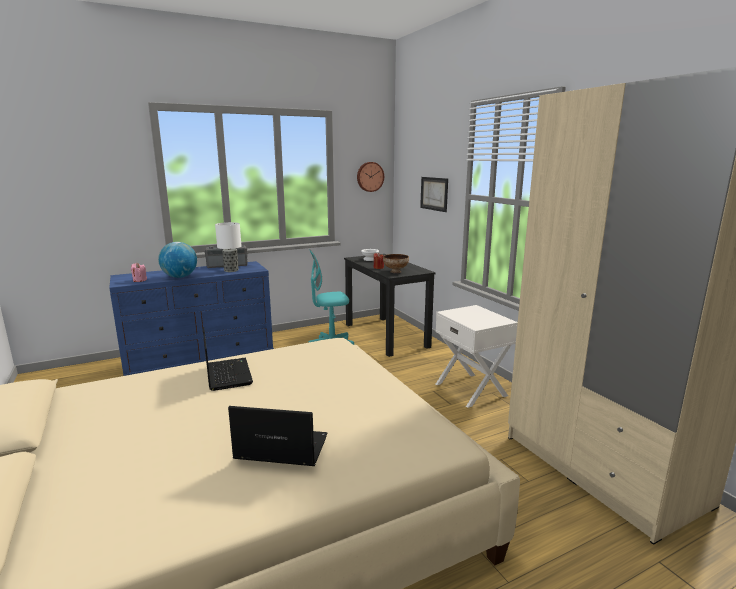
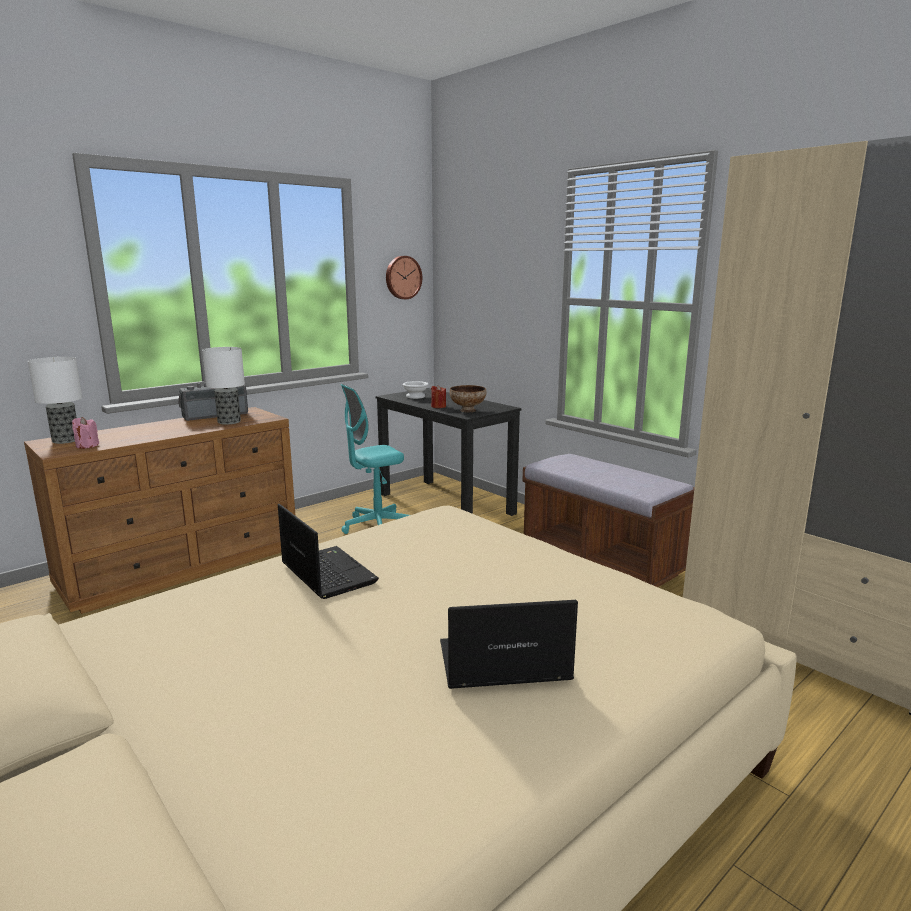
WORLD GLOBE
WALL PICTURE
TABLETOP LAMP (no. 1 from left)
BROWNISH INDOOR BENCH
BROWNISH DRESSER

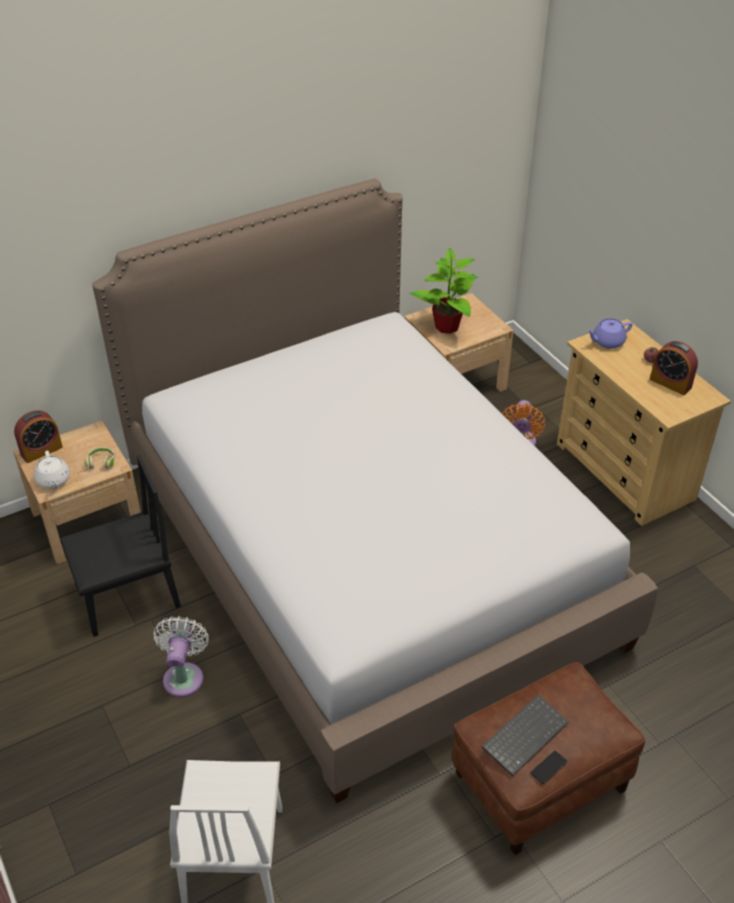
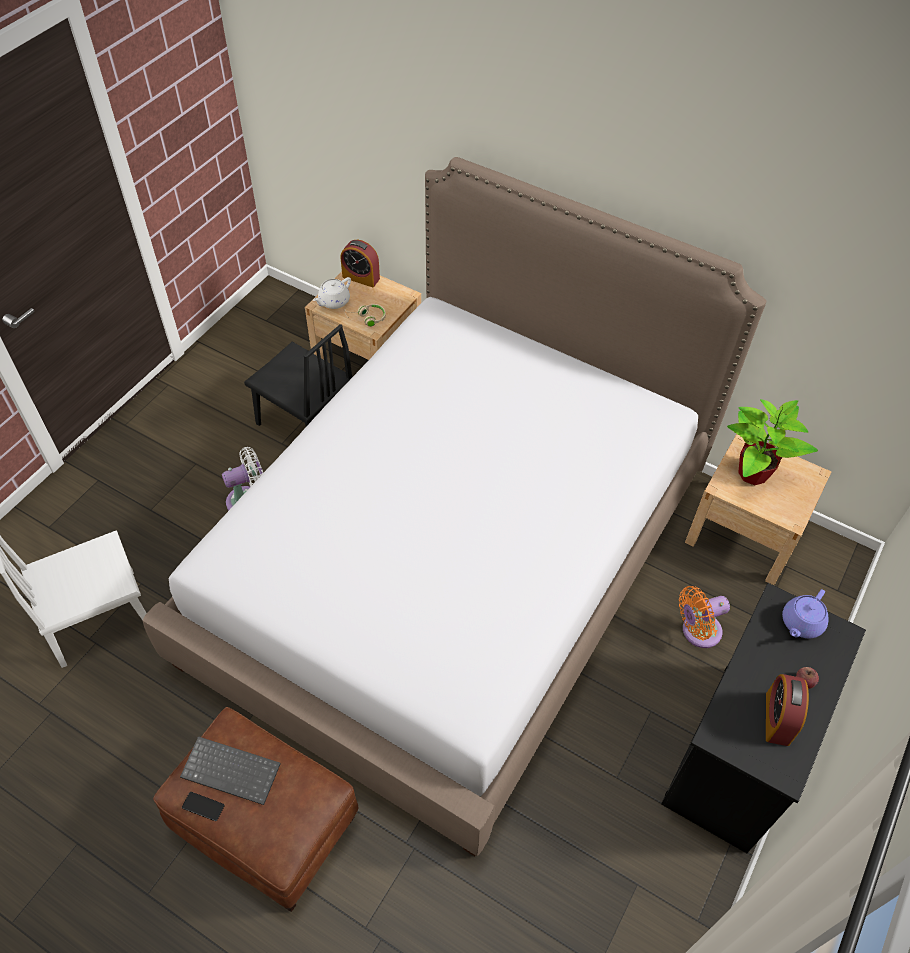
BLACKISH DRESSER
PURPLE POT FOR TEA

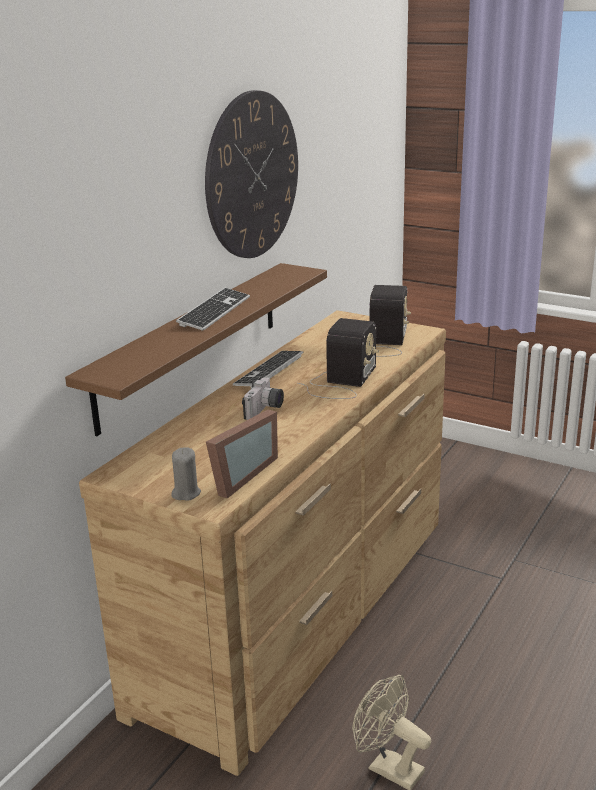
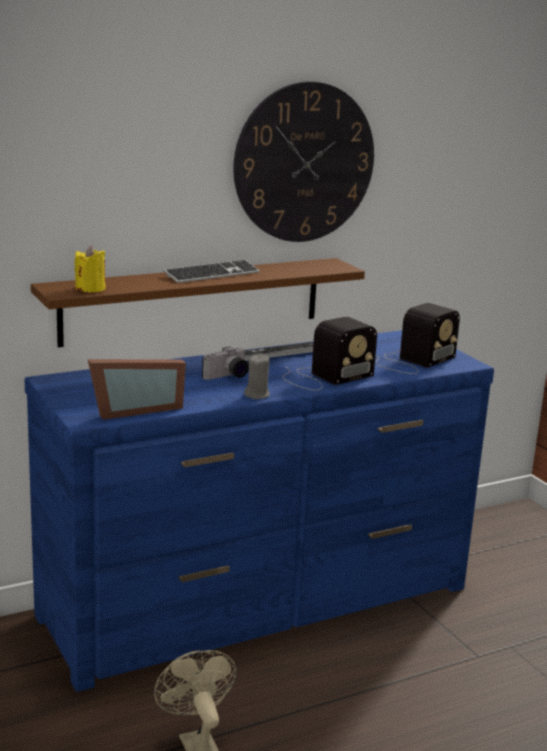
YELLOW CANDLE
GREYISH CANDLE
BLUE-COLOURED DRESSER

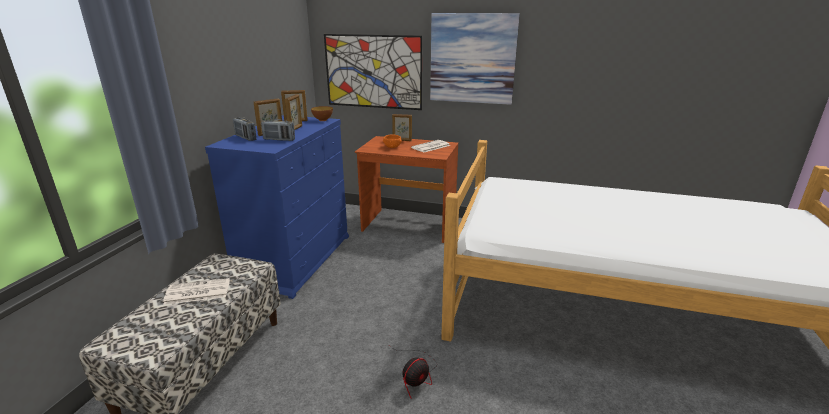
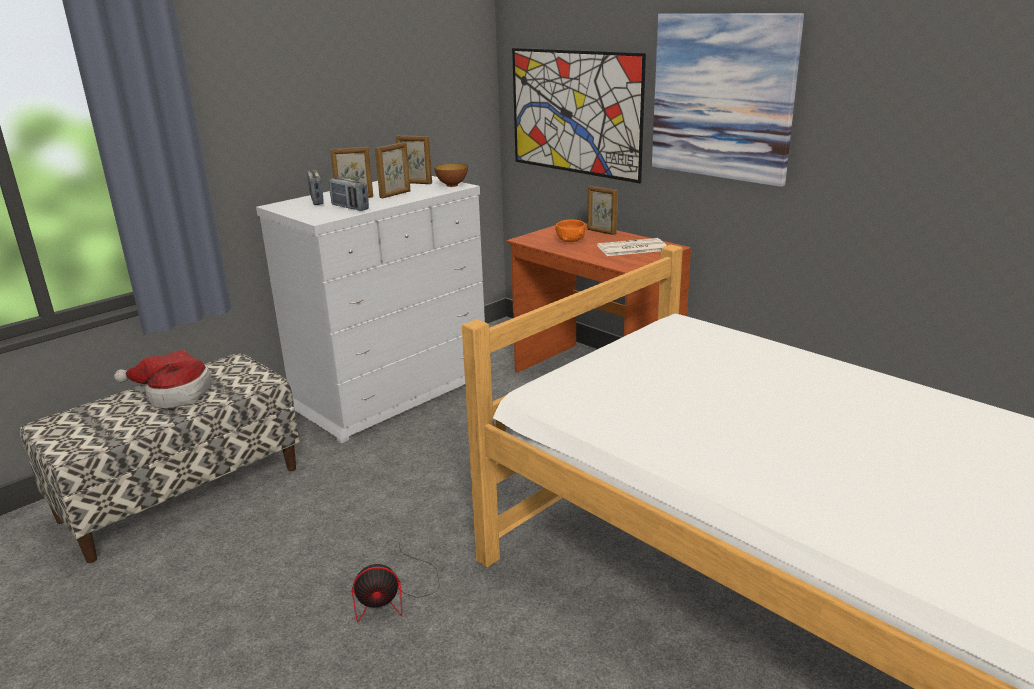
CLOTHING HAT
WHITE DRESSER

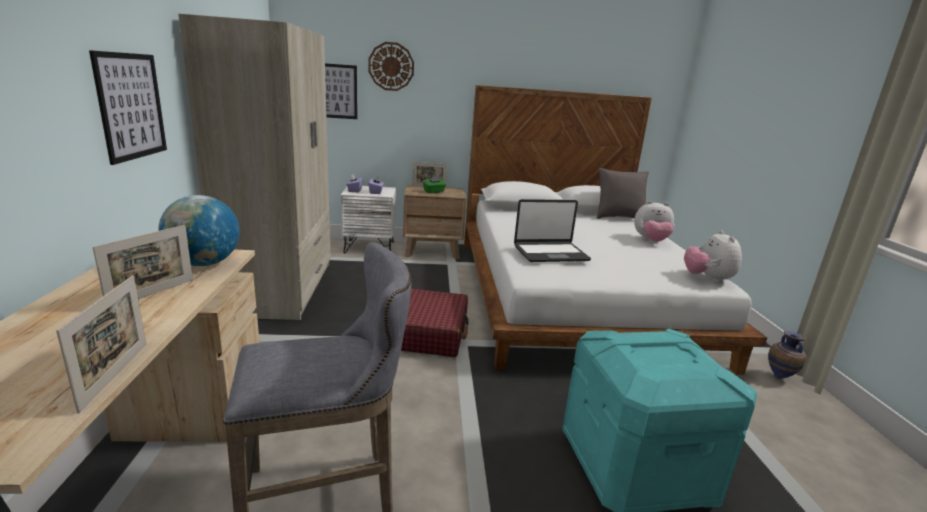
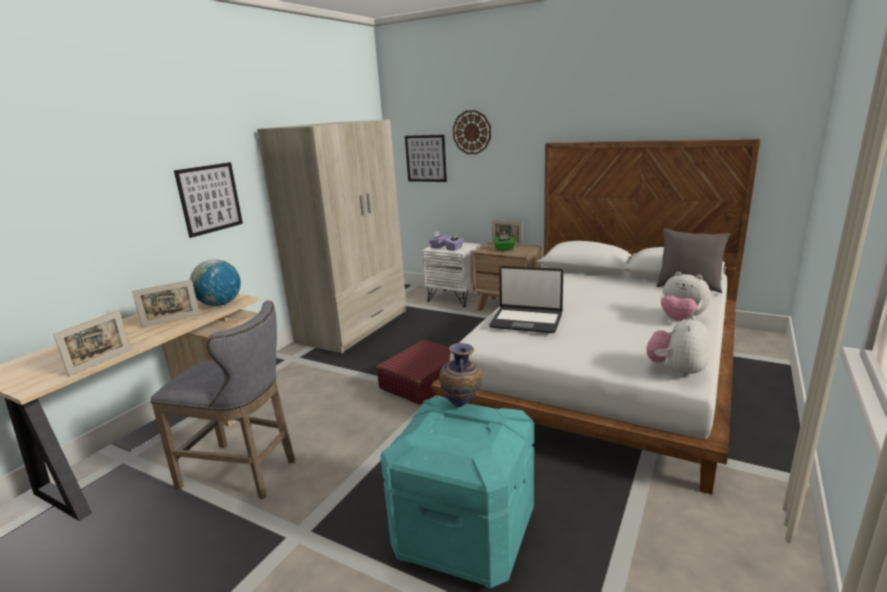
DECORATIVE VASE

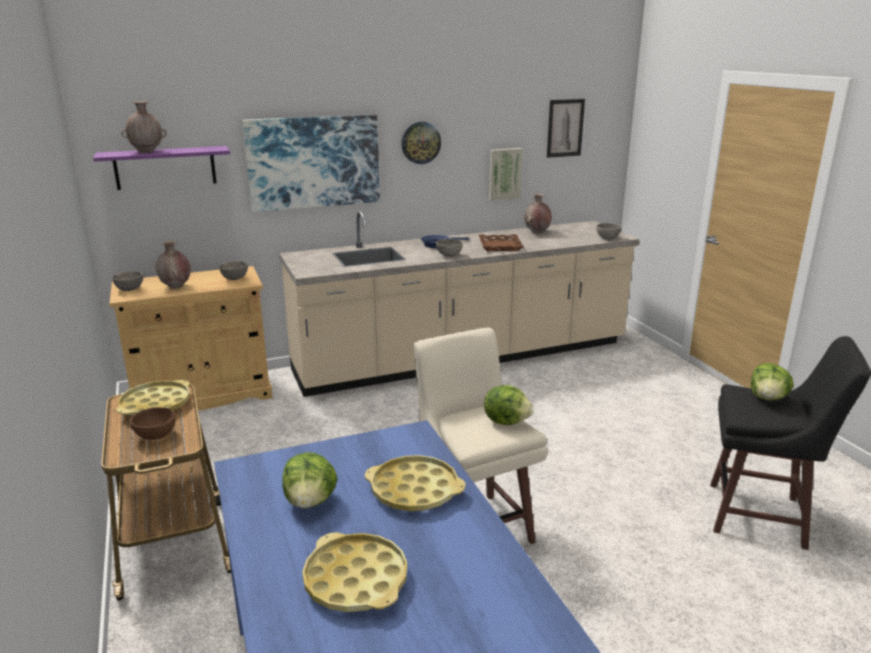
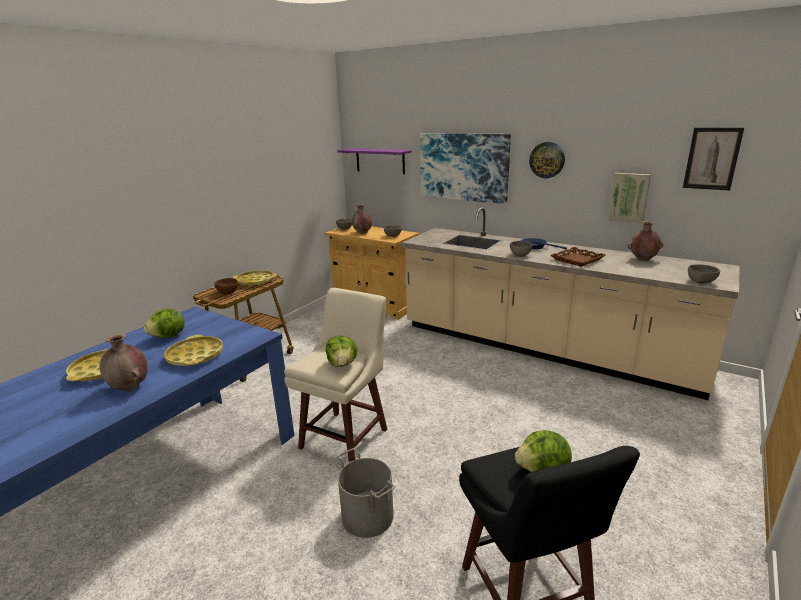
GREYISH WATER BUCKET
BROWNISH DECORATIVE VASE (no. 1 from left)

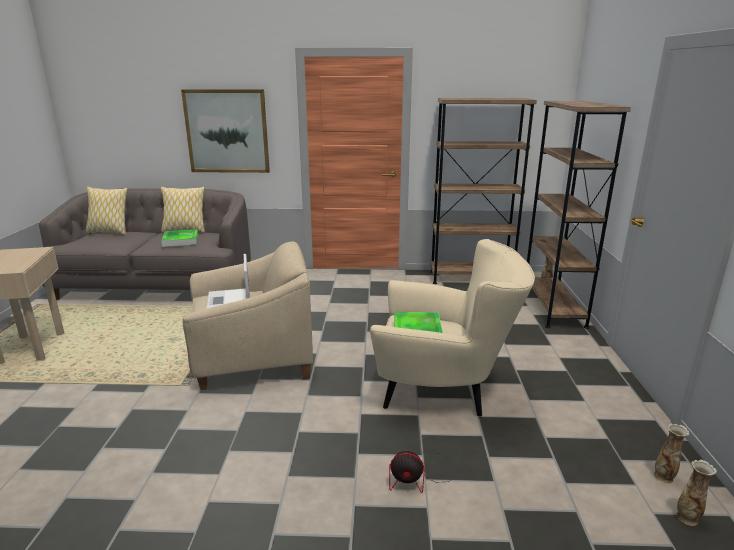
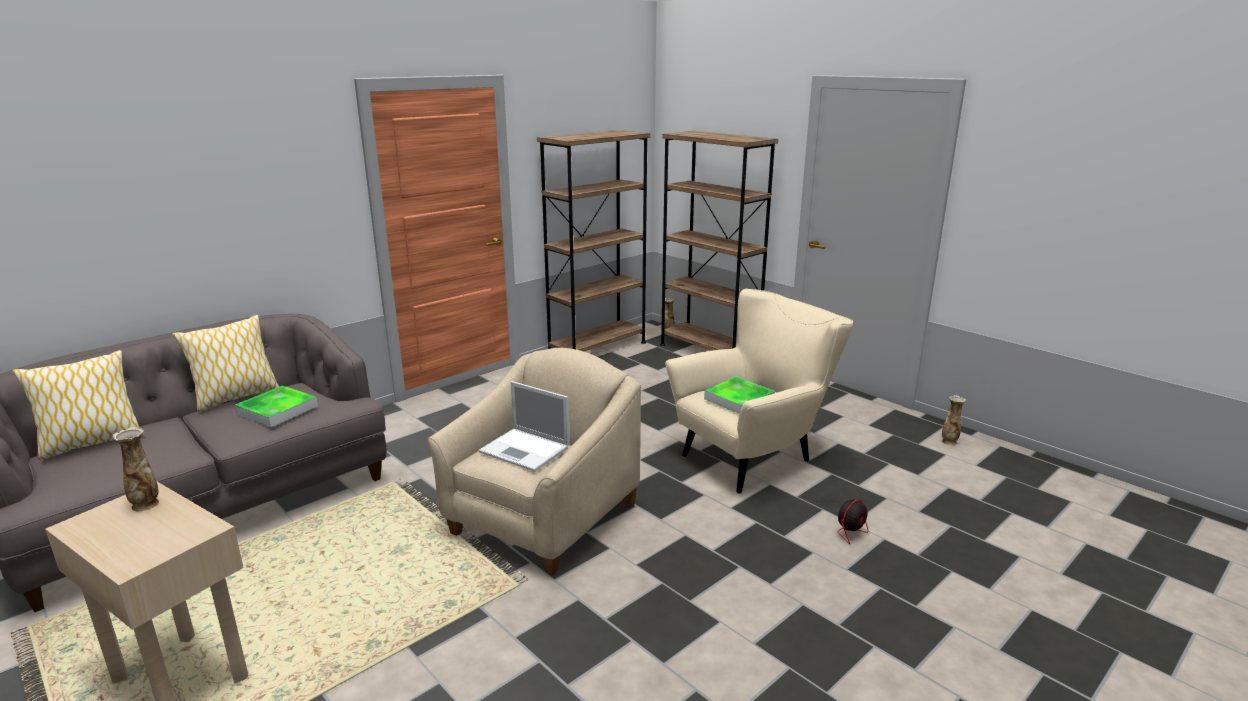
WALL PICTURE
DECORATIVE VASE (no. 1 from left)

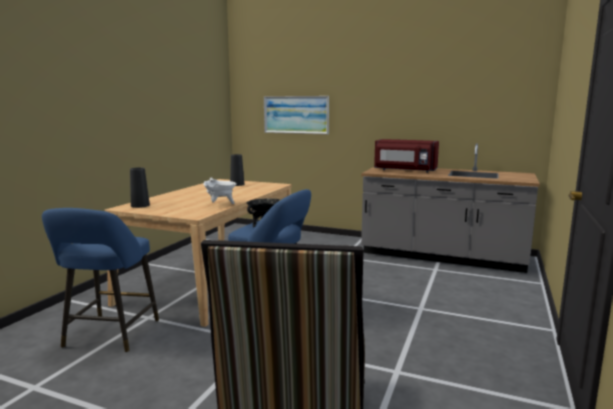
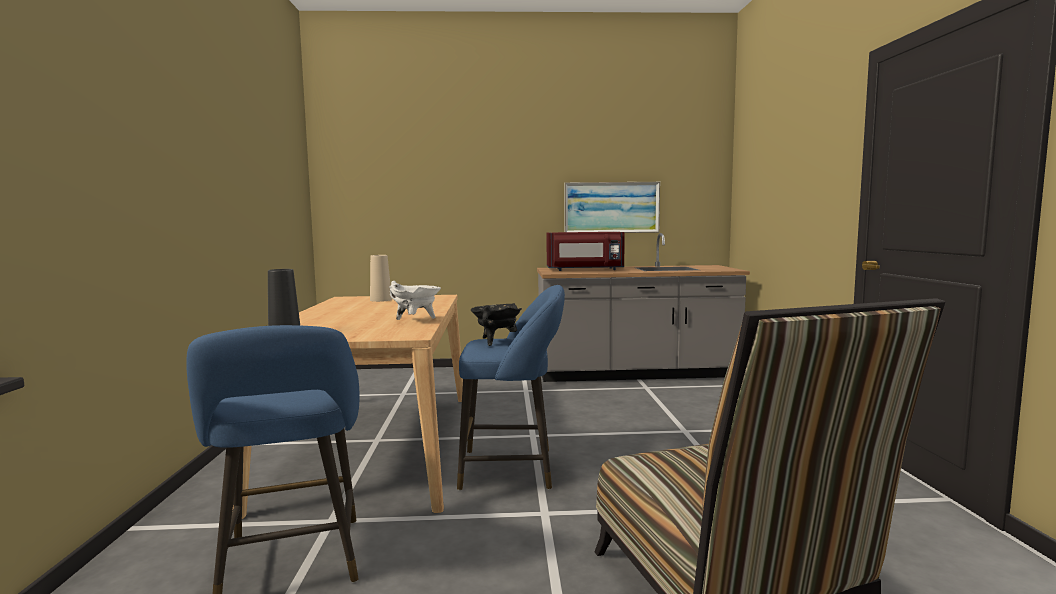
WALL PICTURE
BEIGE-COLOURED DECORATIVE VASE

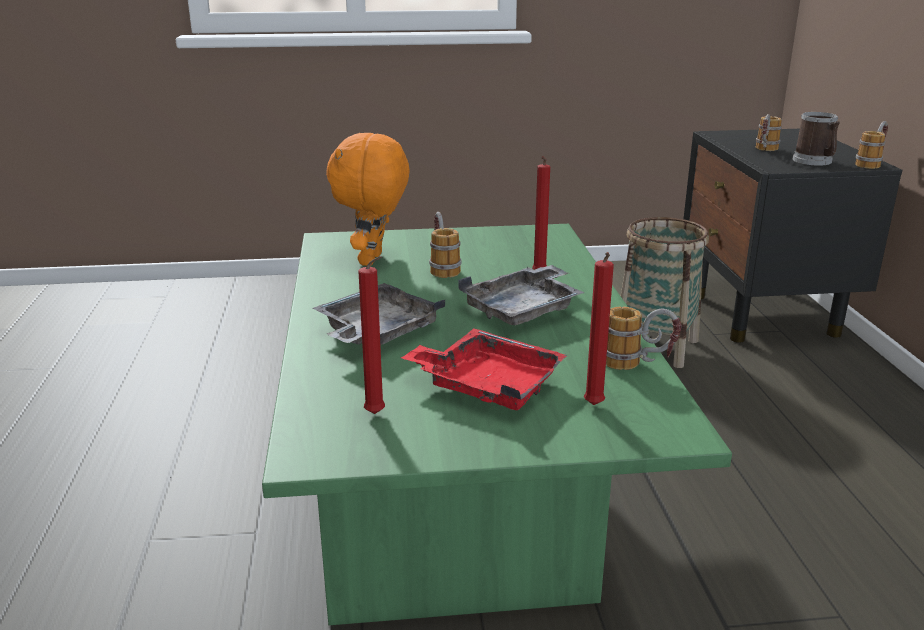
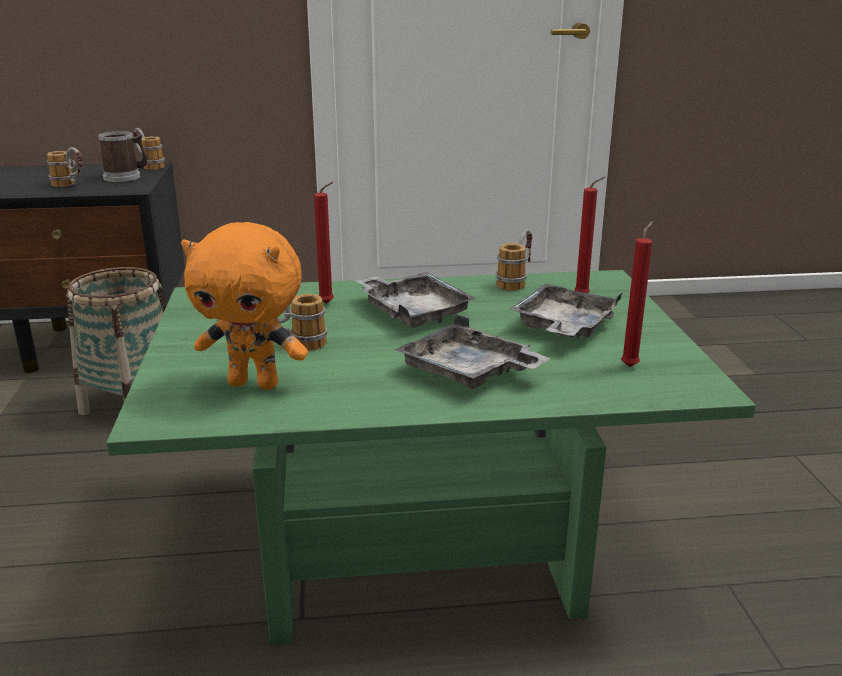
GREYISH SERVING TRAY (no. 3 from left)

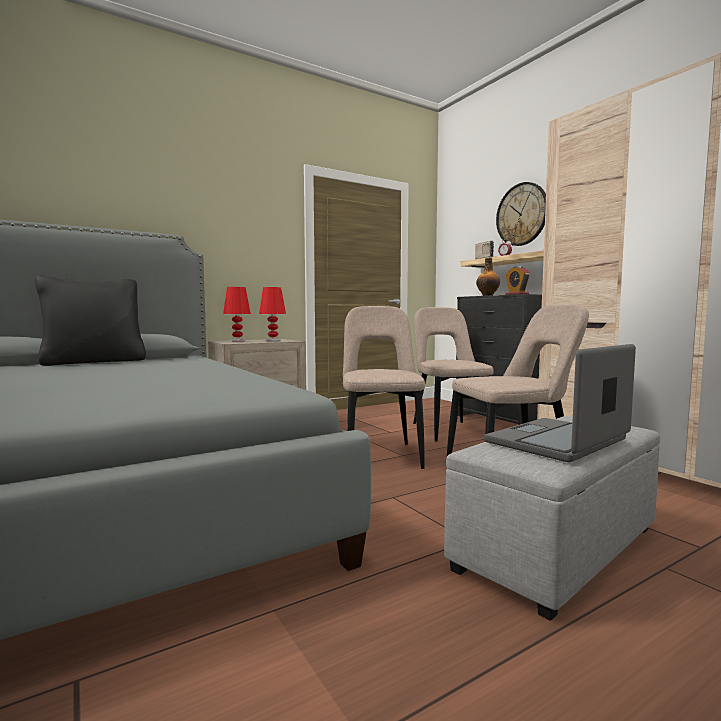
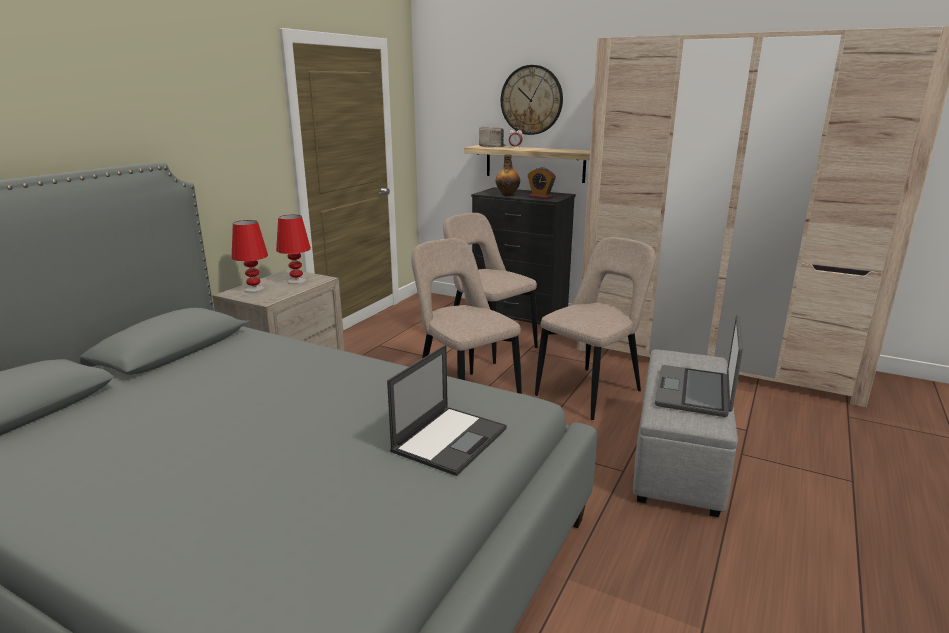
BLACKISH CUSHION
LAPTOP (no. 1 from left)

